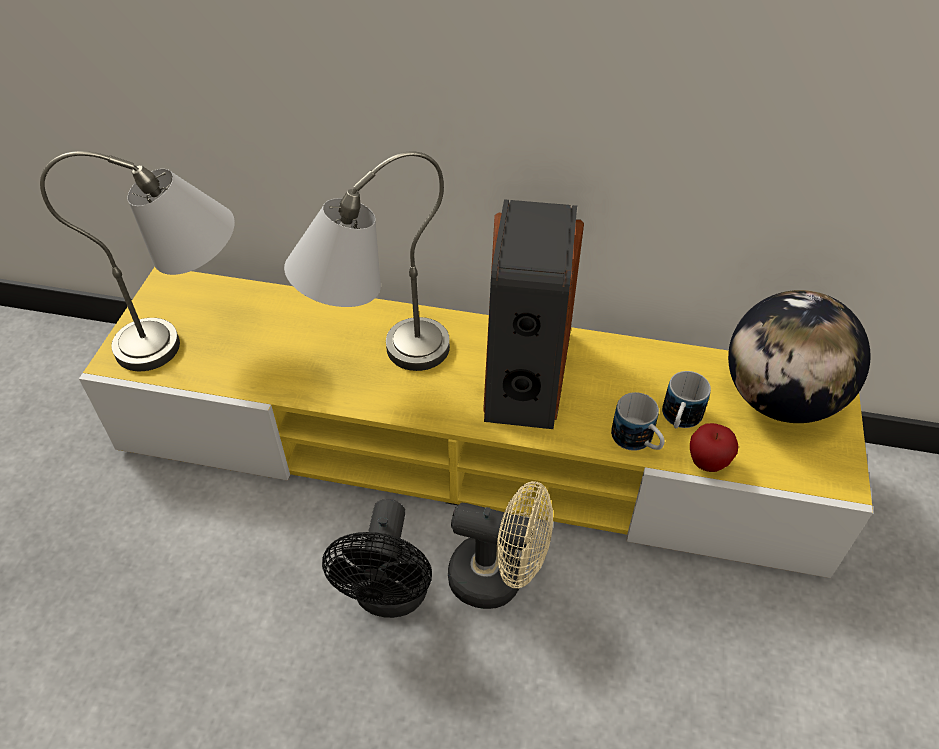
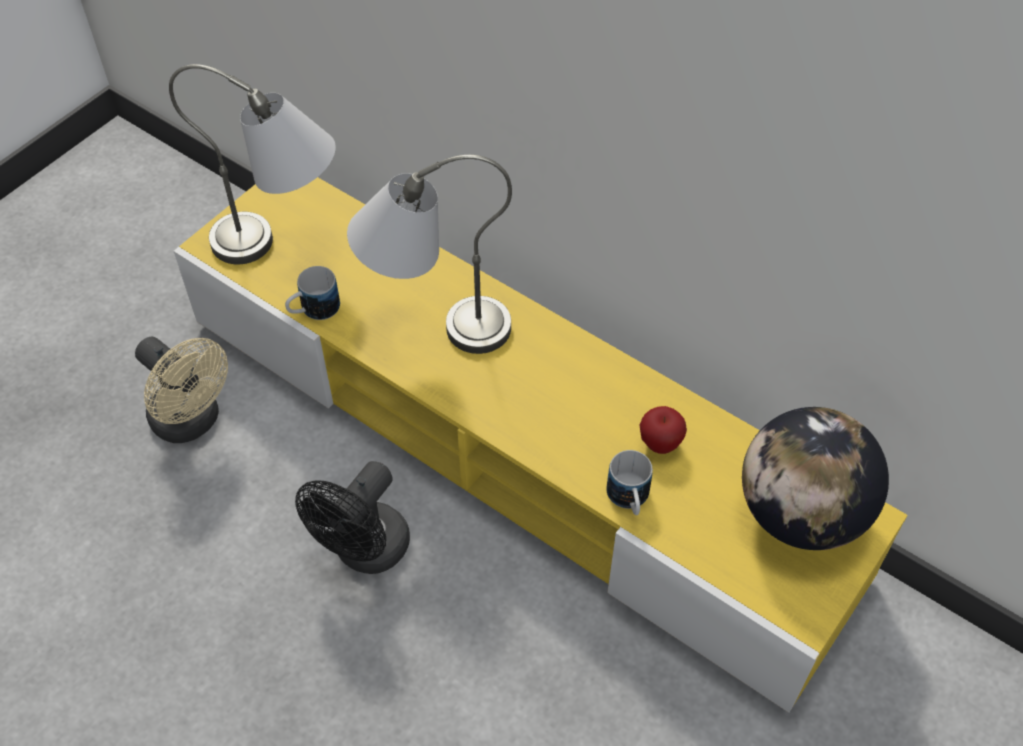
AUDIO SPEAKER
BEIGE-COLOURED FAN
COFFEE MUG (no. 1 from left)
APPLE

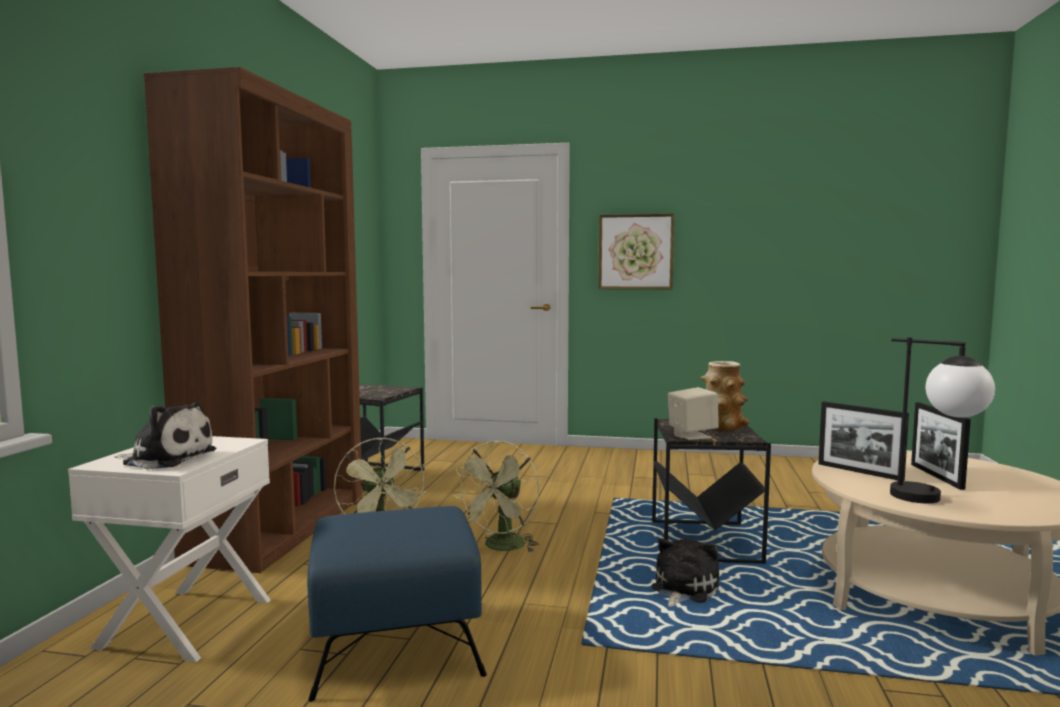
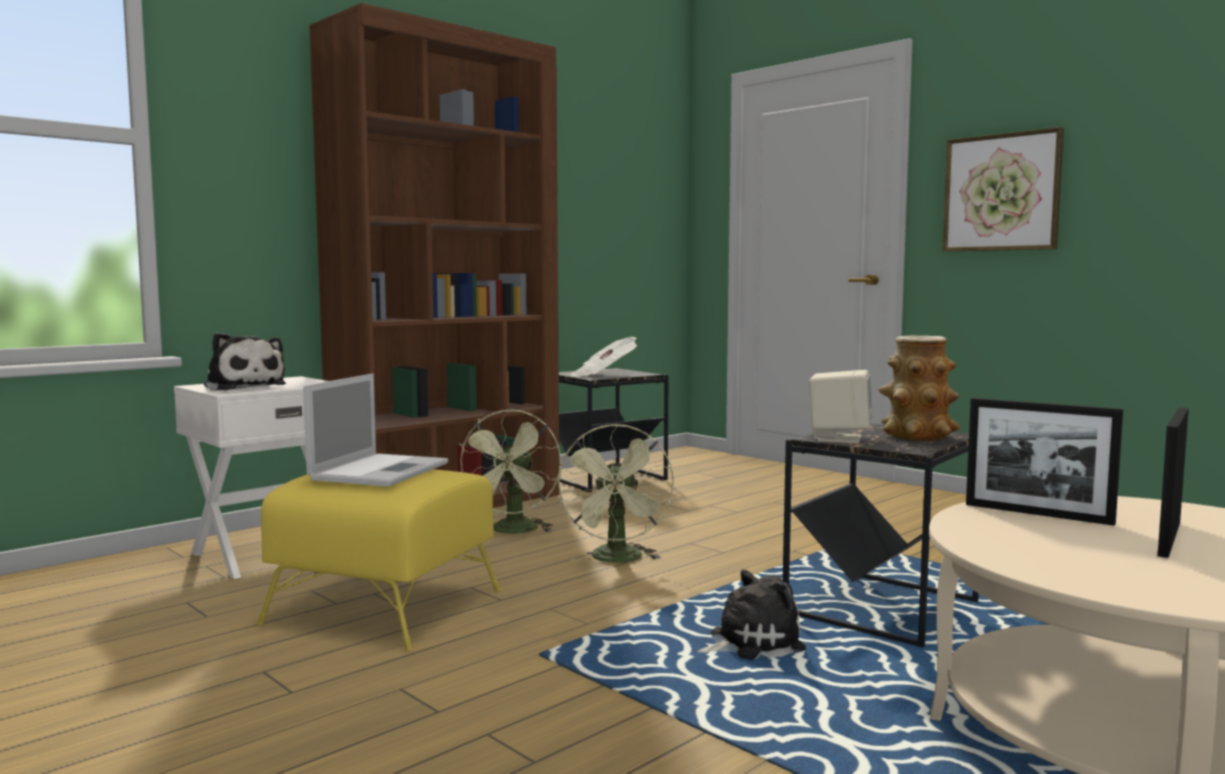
TABLETOP LAMP
LAPTOP
NEWSPAPER
YELLOW OTTOMAN
GREENISH FAN (no. 2 from left)
PHOTO FRAME (no. 1 from left)

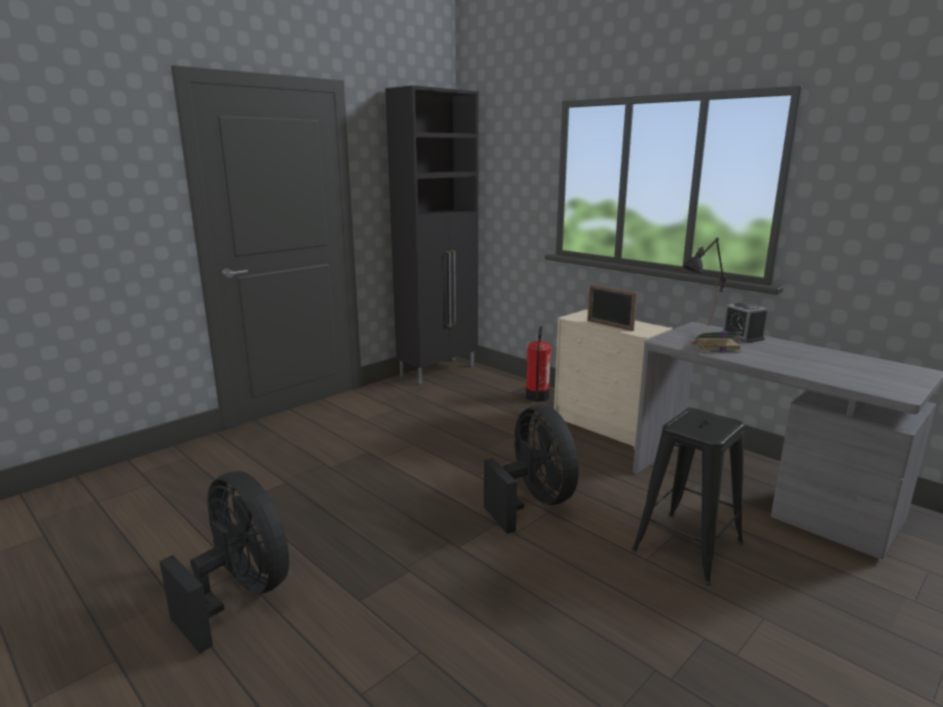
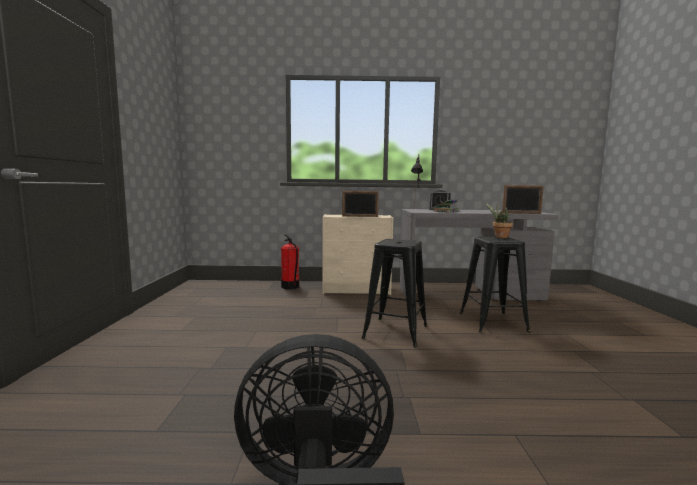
BLACKISH STORAGE CABINET
HOUSEPLANT
PHOTO FRAME (no. 2 from left)
BLACKISH SITTING STOOL (no. 1 from left)

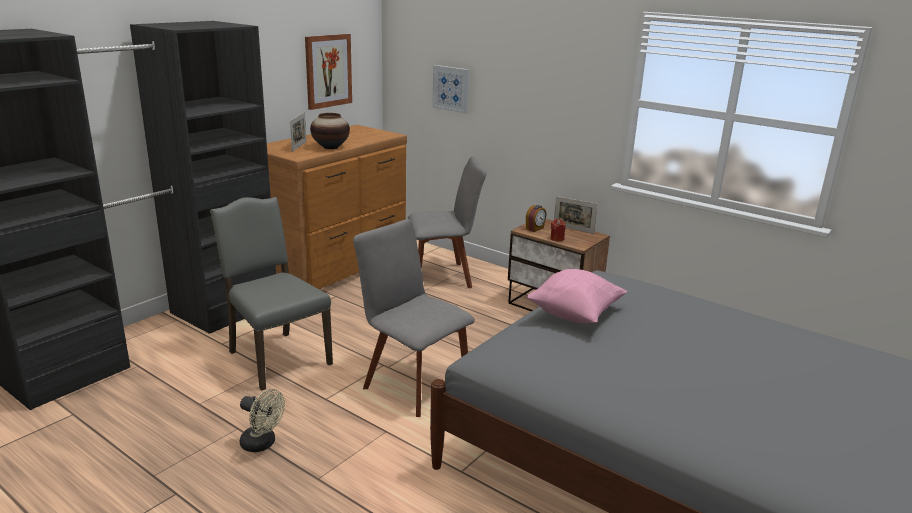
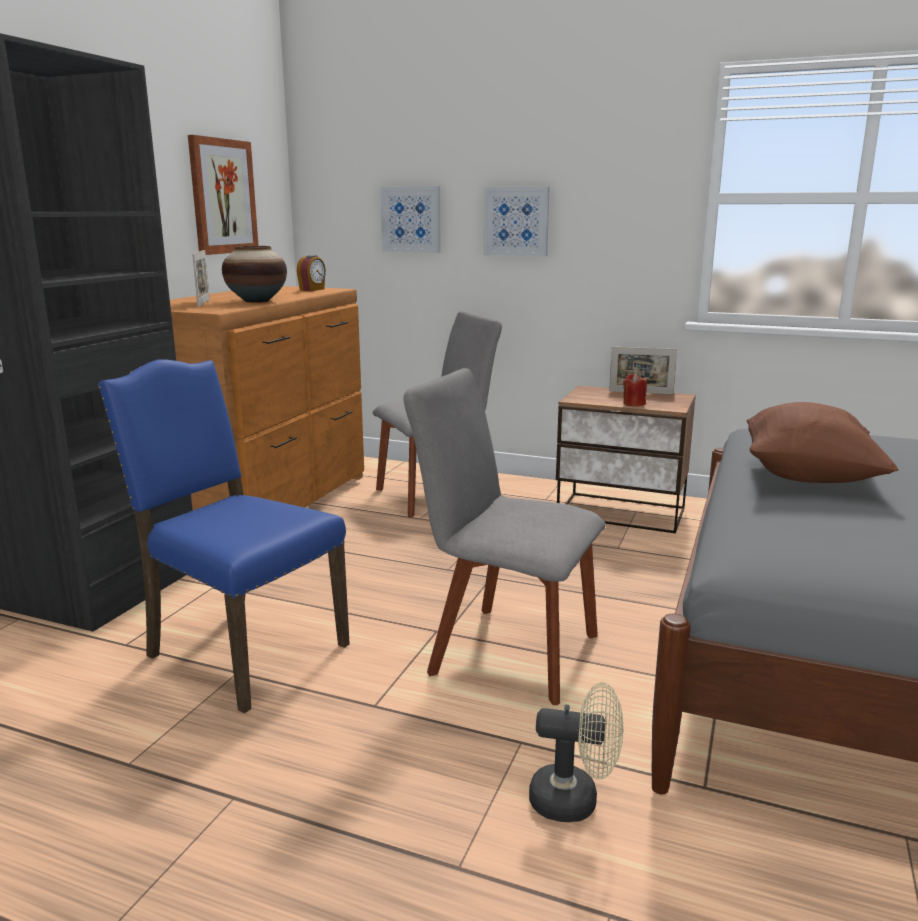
WALL PICTURE (no. 3 from left)
BEIGE-COLOURED FAN
BEDSIDE CLOCK
BLUE-COLOURED PLAIN CHAIR
BROWNISH CUSHION

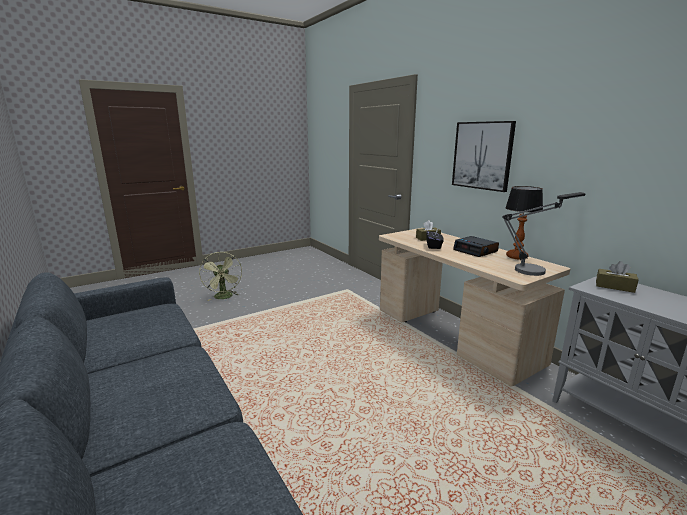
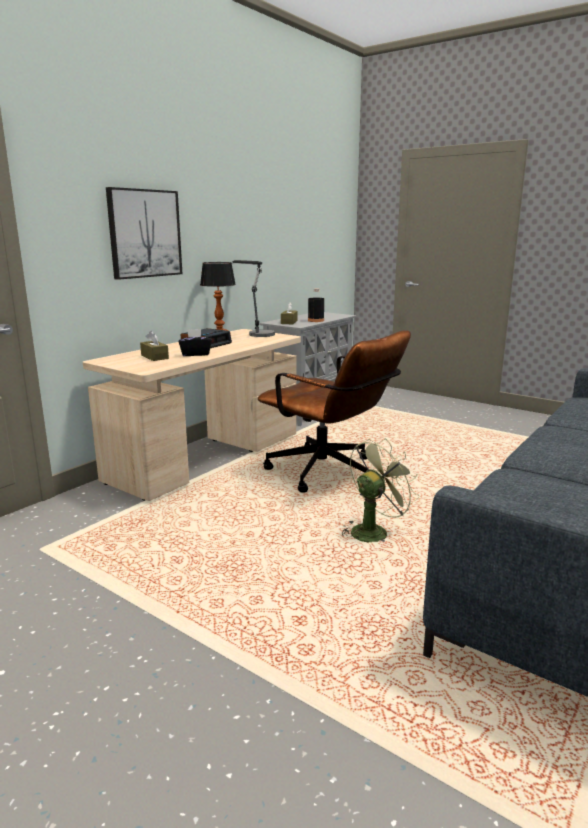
BROWNISH DESK CHAIR
BLACKISH BOTTLE
GREENISH FAN

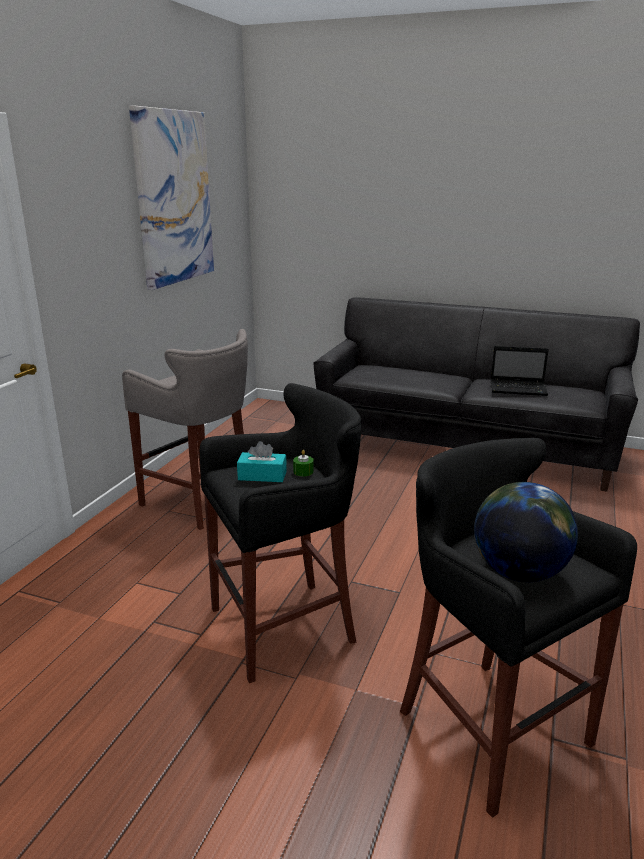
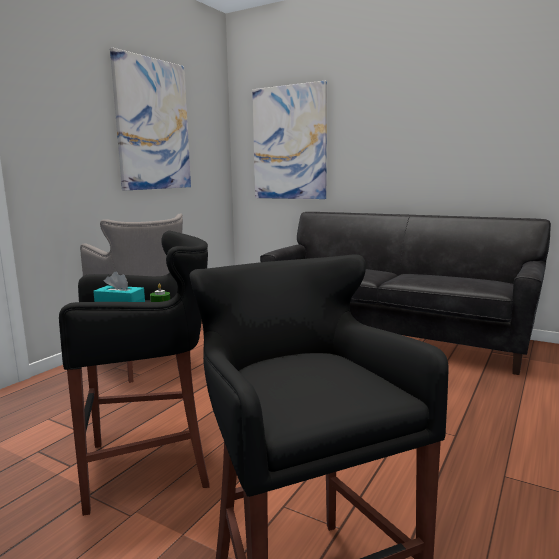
WORLD GLOBE
LAPTOP
WALL PICTURE (no. 2 from left)

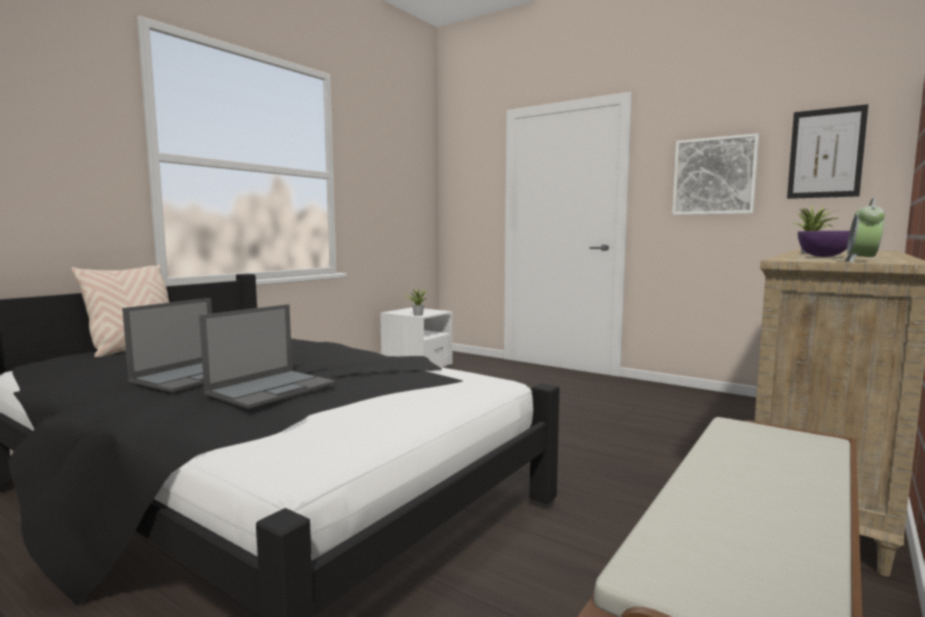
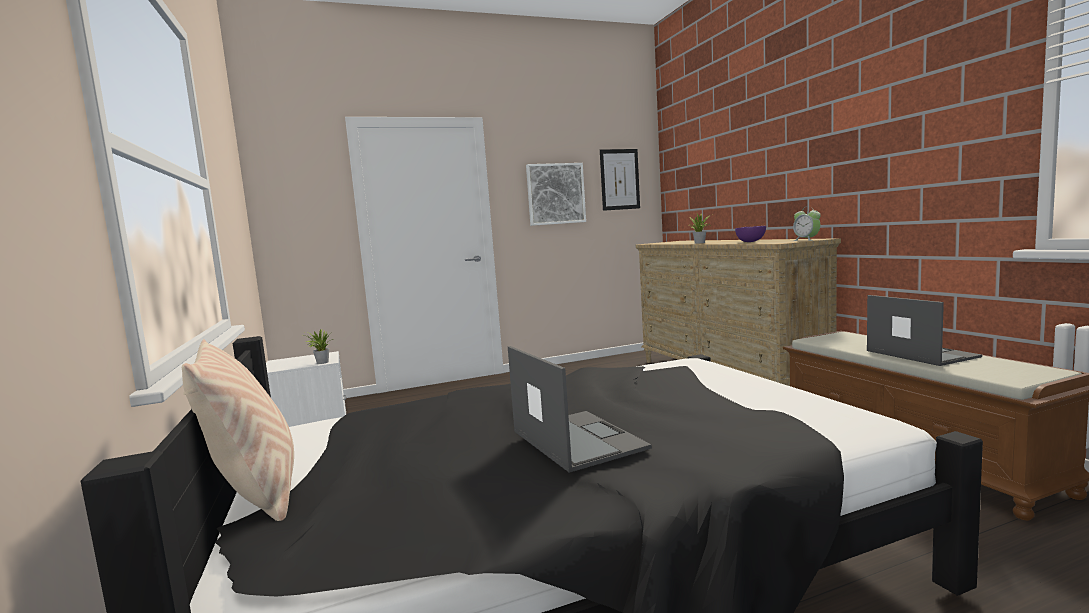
LAPTOP (no. 2 from left)

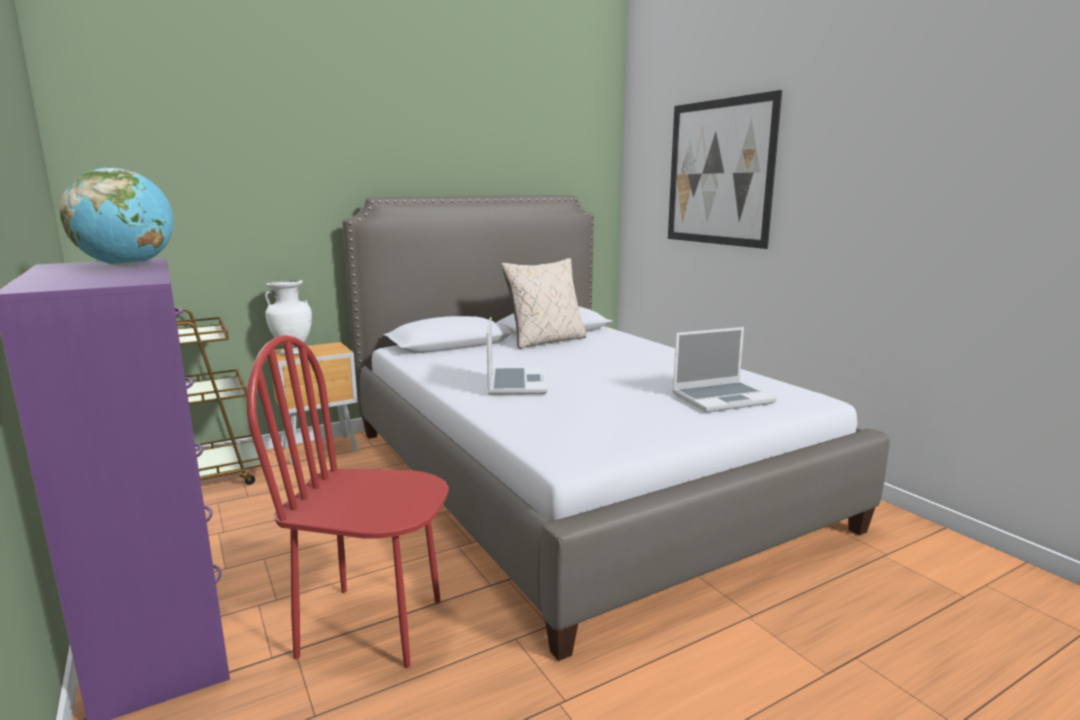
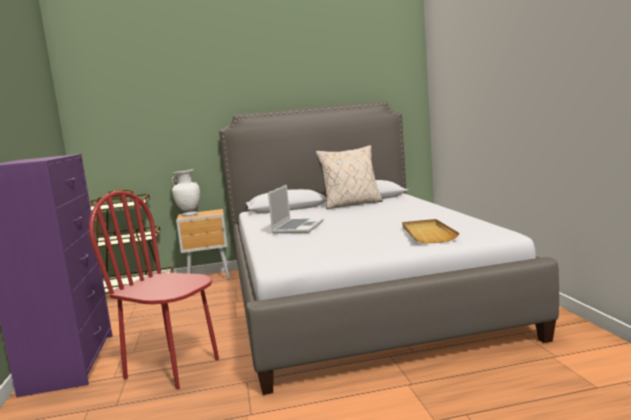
WORLD GLOBE
WALL PICTURE
BEIGE-COLOURED SERVING TRAY

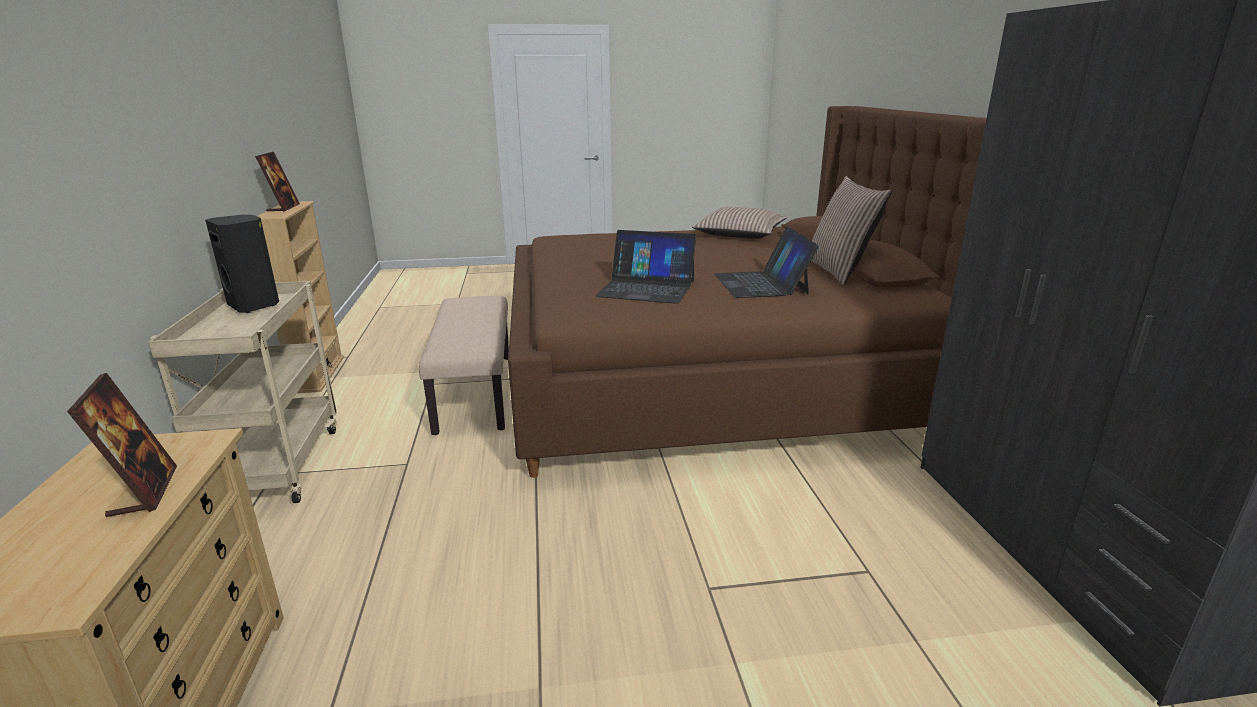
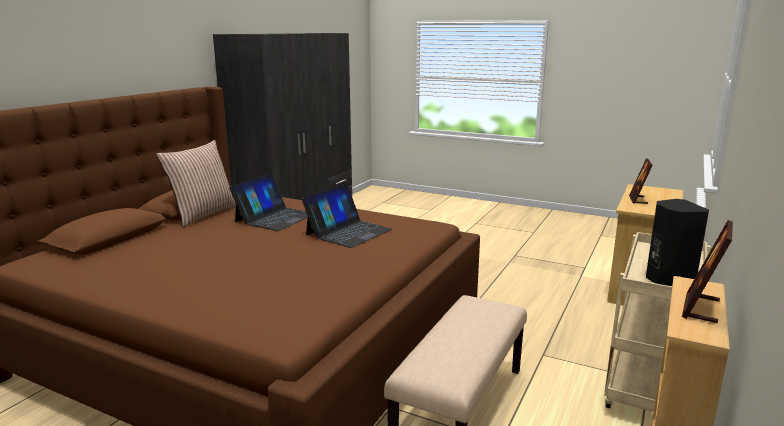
CUSHION (no. 1 from left in the first image)
LAPTOP (no. 2 from left)

